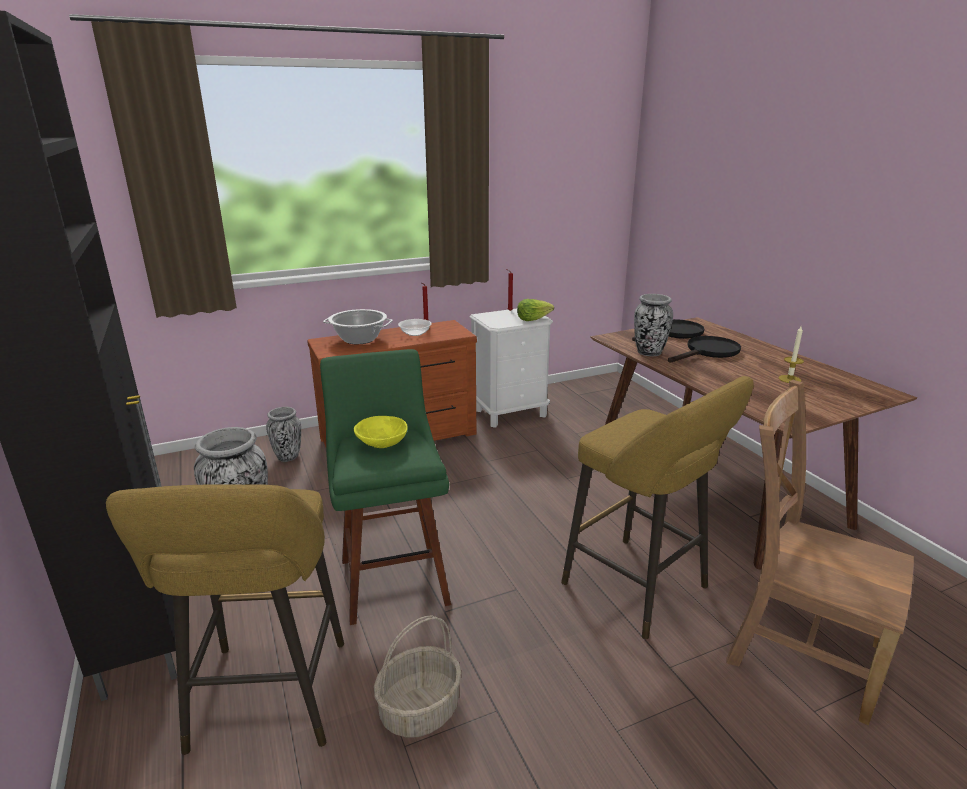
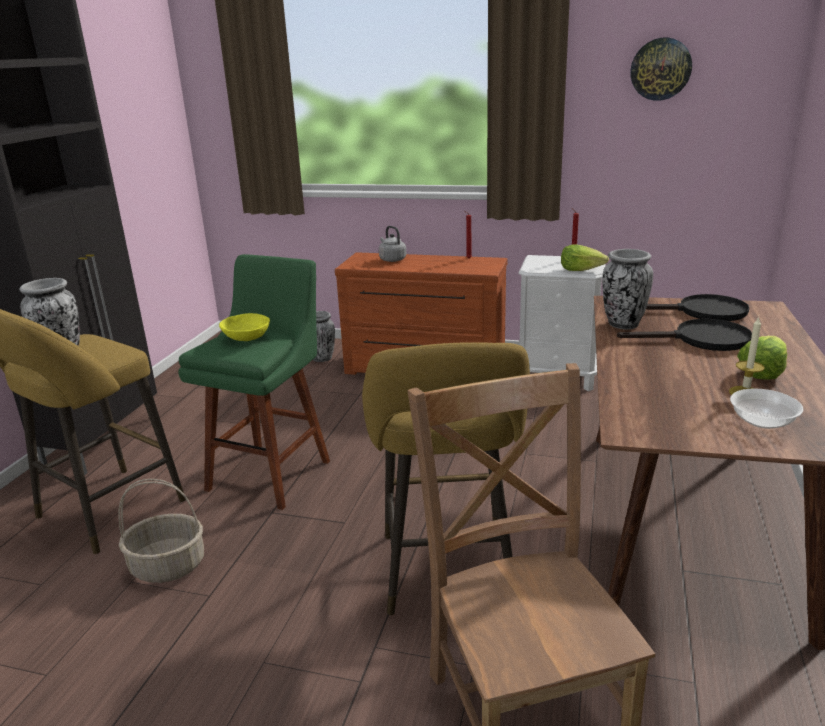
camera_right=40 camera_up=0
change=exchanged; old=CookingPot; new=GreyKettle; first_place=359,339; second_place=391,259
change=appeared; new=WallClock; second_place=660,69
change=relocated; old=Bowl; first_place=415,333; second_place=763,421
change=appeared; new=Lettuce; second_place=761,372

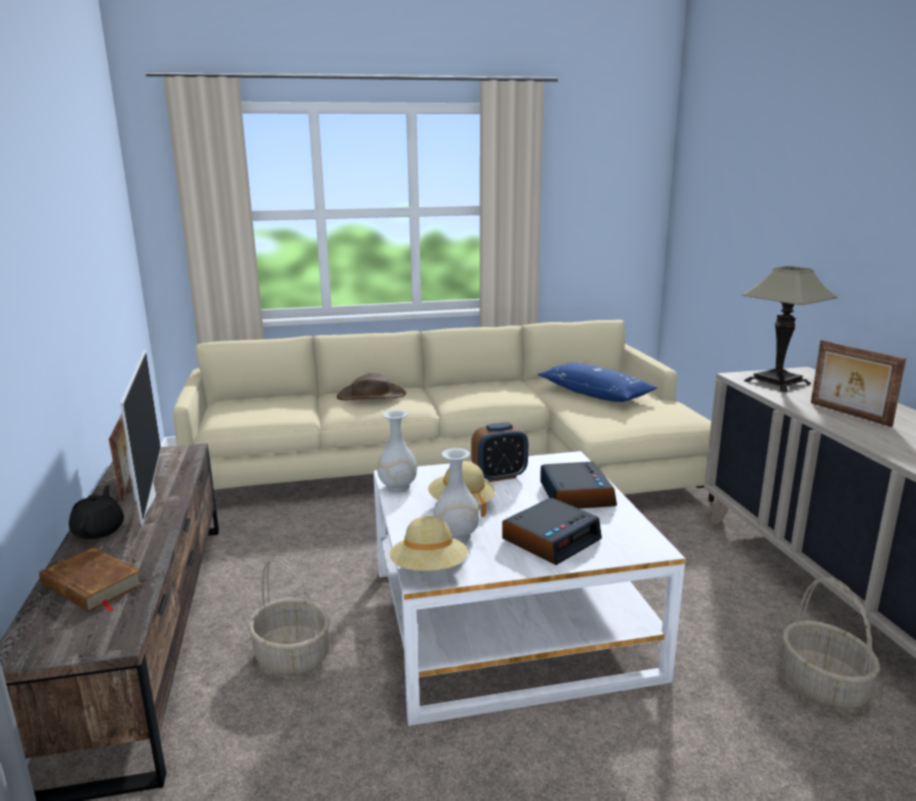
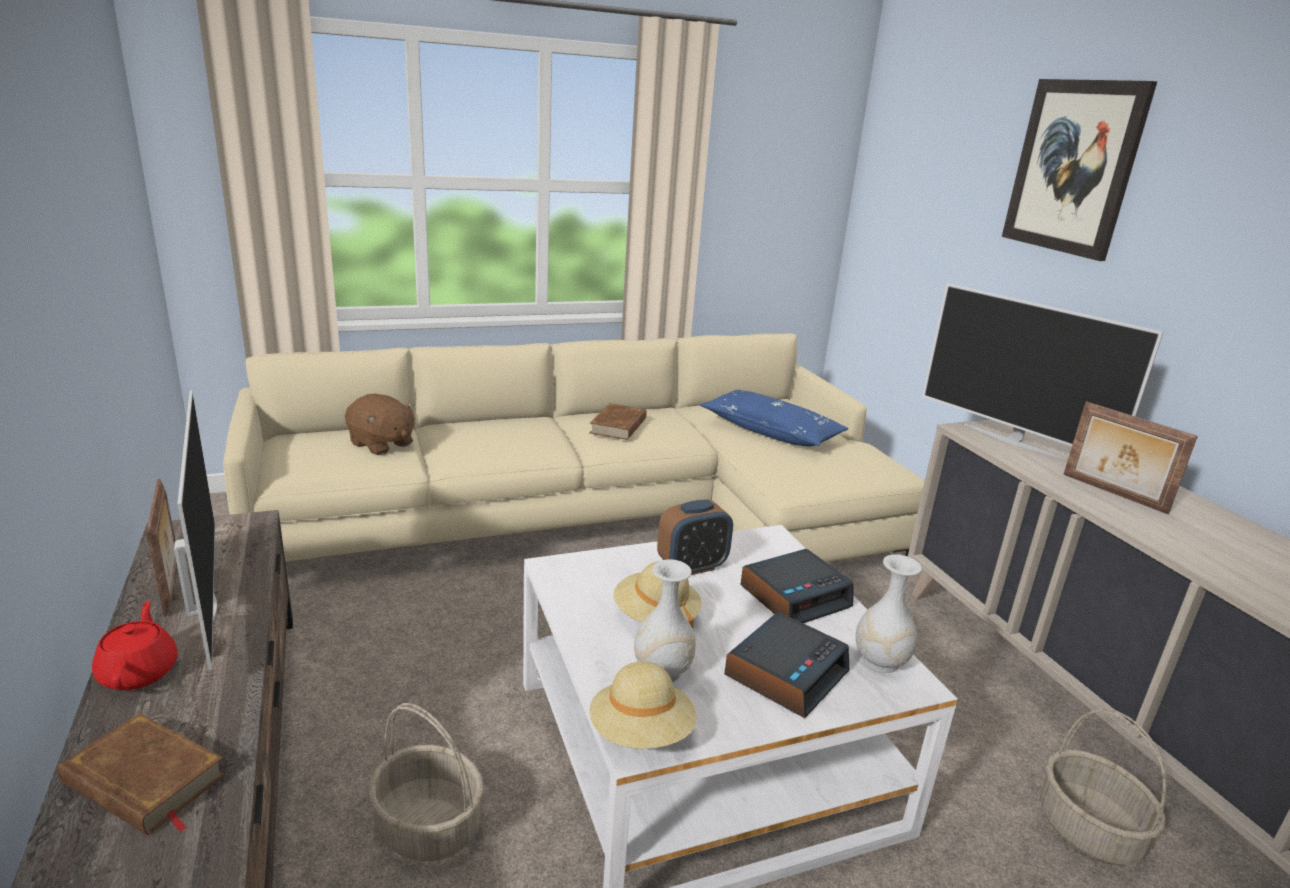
camera_right=-10 camera_up=5
change=colour; old=BlackTeapot; new=RedTeapot; first_place=99,530; second_place=140,672
change=appeared; new=BrownPlushToy; second_place=381,444
change=appeared; new=BrownBook; second_place=619,426
change=spun; old=AlarmClock; first_place=575,494; second_place=795,596; degrees=75
change=relocated; old=WhiteVase; first_place=397,486; second_place=879,661
change=exchanged; old=TableLamp; new=Television; first_place=777,382; second_place=1012,440
change=appeared; new=Picture; second_place=1074,167
change=missing; old=BrownHat; first_place=371,395

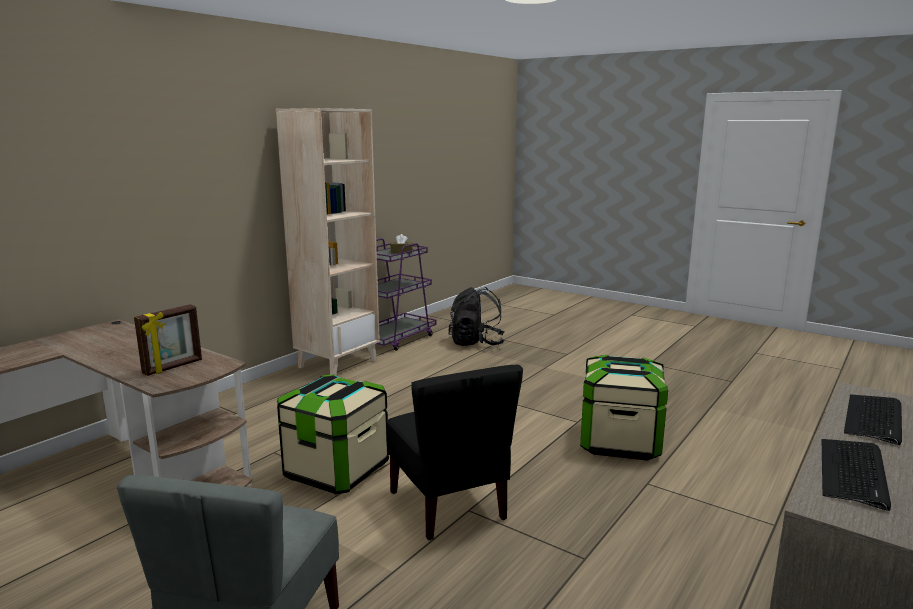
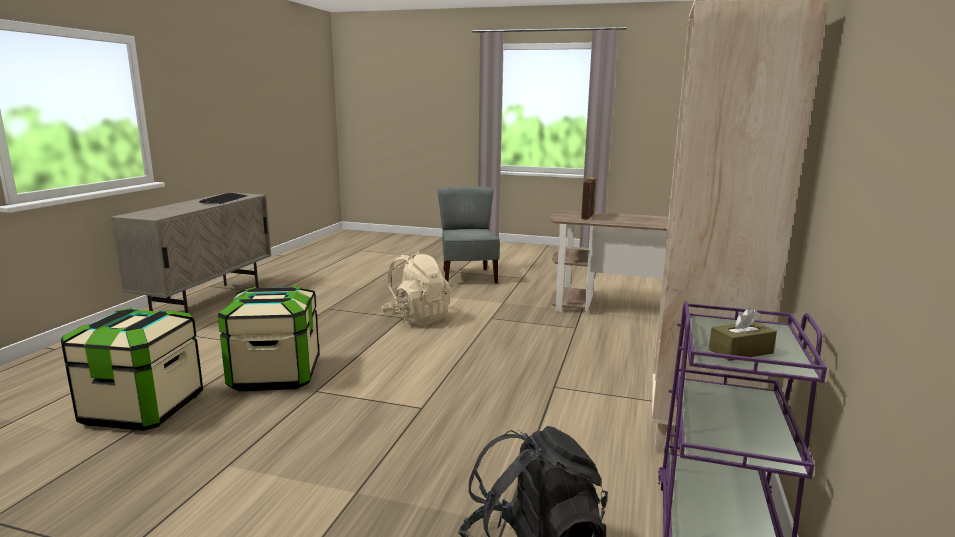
camera_right=160 camera_up=0
change=relocated; old=StorageBox; first_place=336,470; second_place=143,409
change=exchanged; old=BlackChair; new=BeigeBackpack; first_place=449,505; second_place=417,318
change=missing; old=Keyboard; first_place=874,419

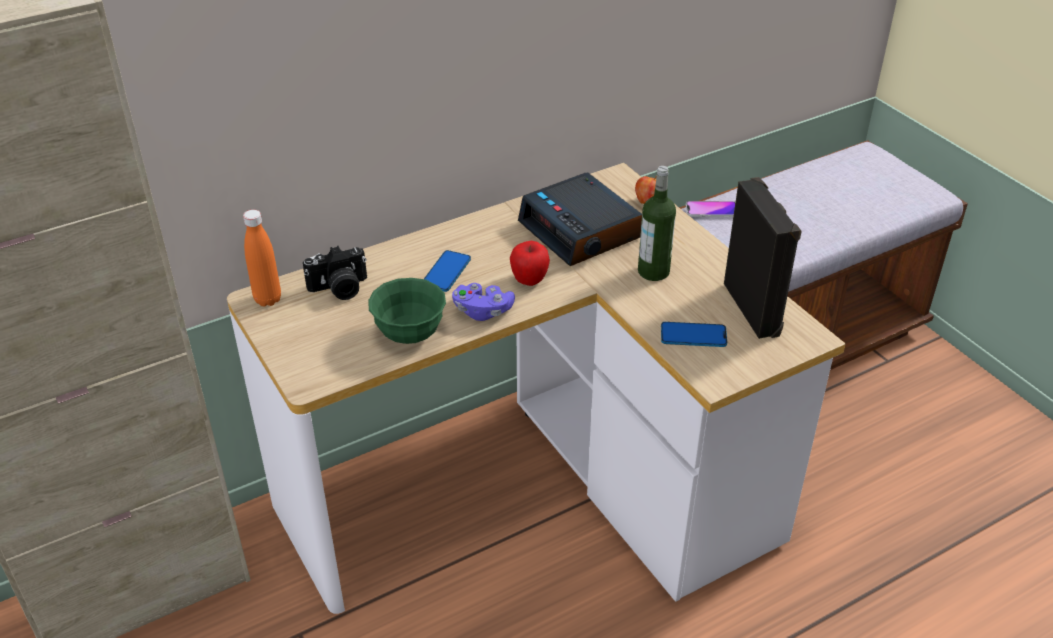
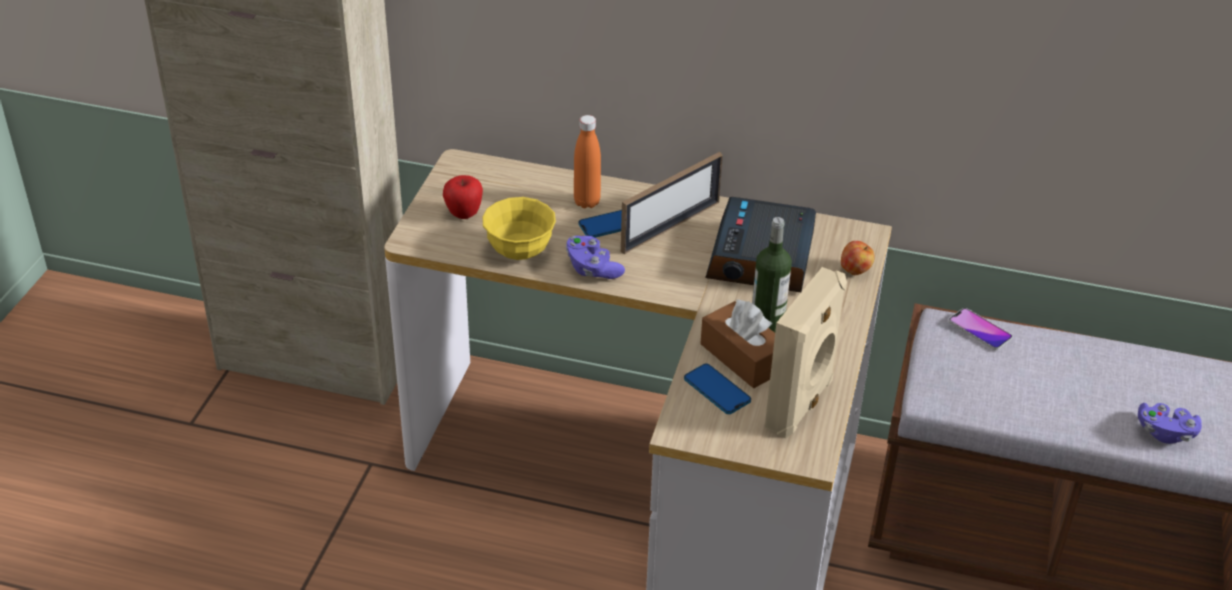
camera_right=45 camera_up=0
change=relocated; old=Apple; first_place=529,281; second_place=464,214
change=colour; old=GreenBowl; new=YellowBowl; first_place=409,334; second_place=520,251
change=relocated; old=OrangeBottle; first_place=268,299; second_place=587,202
change=appeared; new=PictureFrame; second_place=670,226
change=appeared; new=BrownTissueBox; second_place=742,357
change=colour; old=BlackSpeaker; new=BeigeSpeaker; first_place=754,308; second_place=801,405
change=appeared; new=PurpleGameController; second_place=1165,432
change=missing; old=PhotoCamera; first_place=339,289

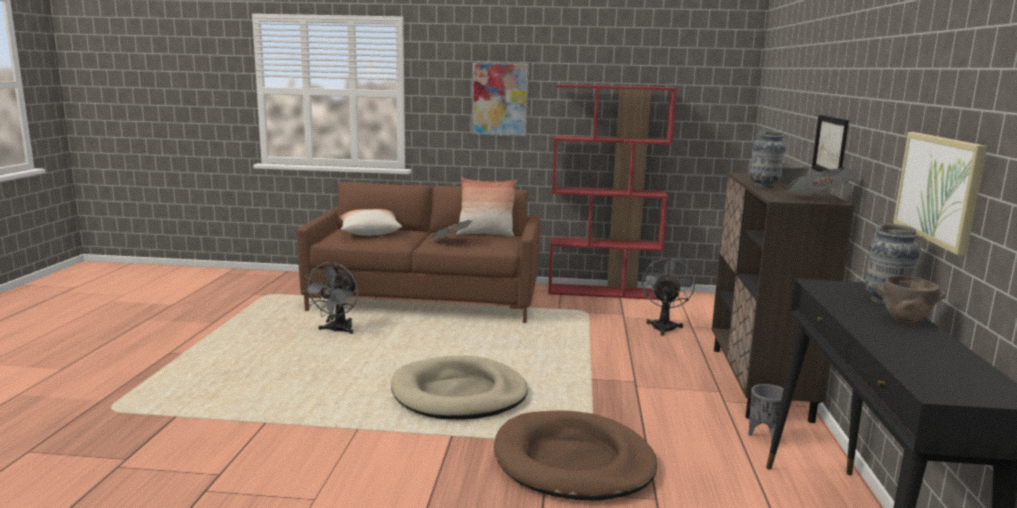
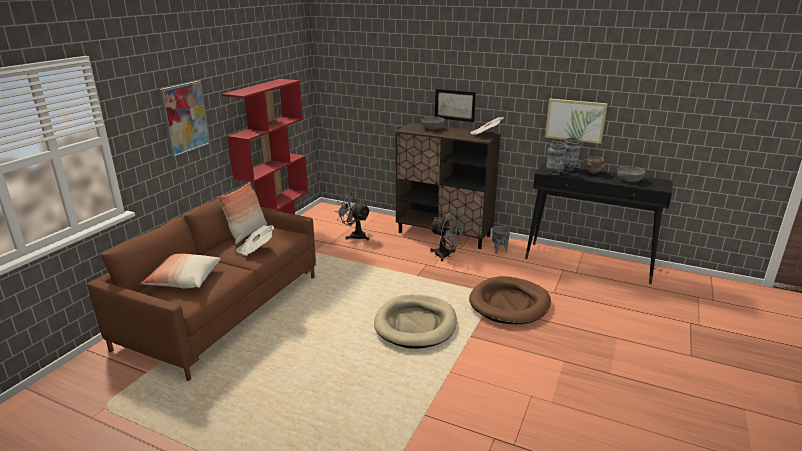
camera_right=-70 camera_up=10
change=relocated; old=GreyFan; first_place=337,331; second_place=446,255
change=relocated; old=Vase; first_place=764,186; second_place=554,173
change=appeared; new=GreyBowl; second_place=629,180

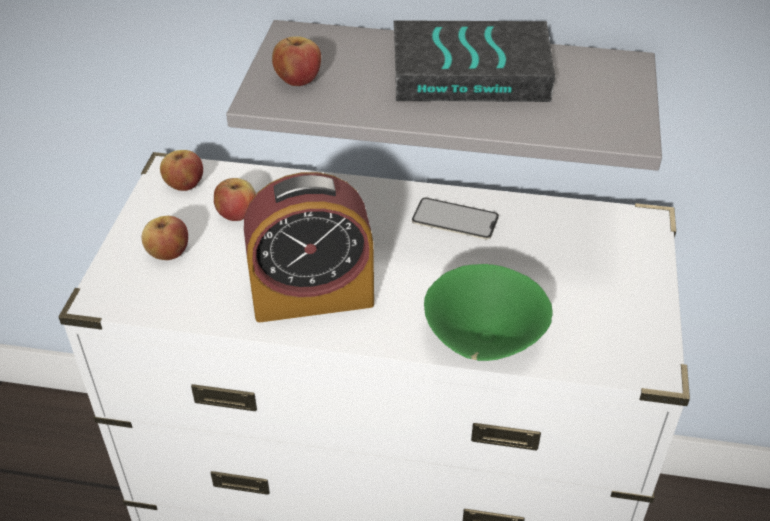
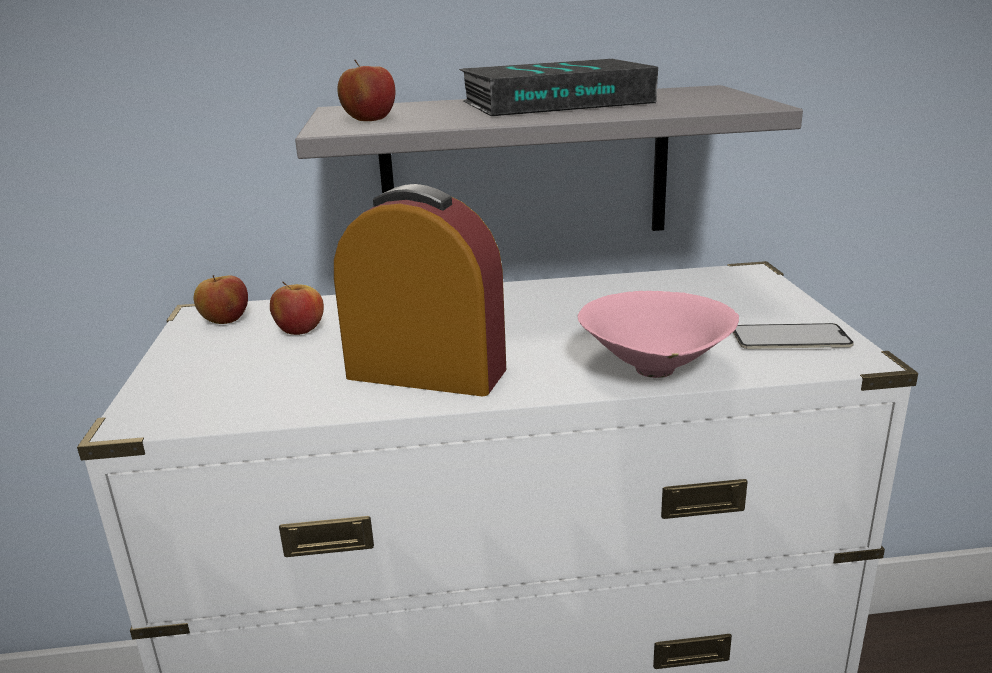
camera_right=-15 camera_up=-20
change=spun; old=AlarmClock; first_place=312,296; second_place=426,373; degrees=-135
change=colour; old=GreenBowl; new=PinkBowl; first_place=483,342; second_place=655,372
change=relocated; old=Phone; first_place=455,219; second_place=790,337
change=missing; old=Apple; first_place=168,253

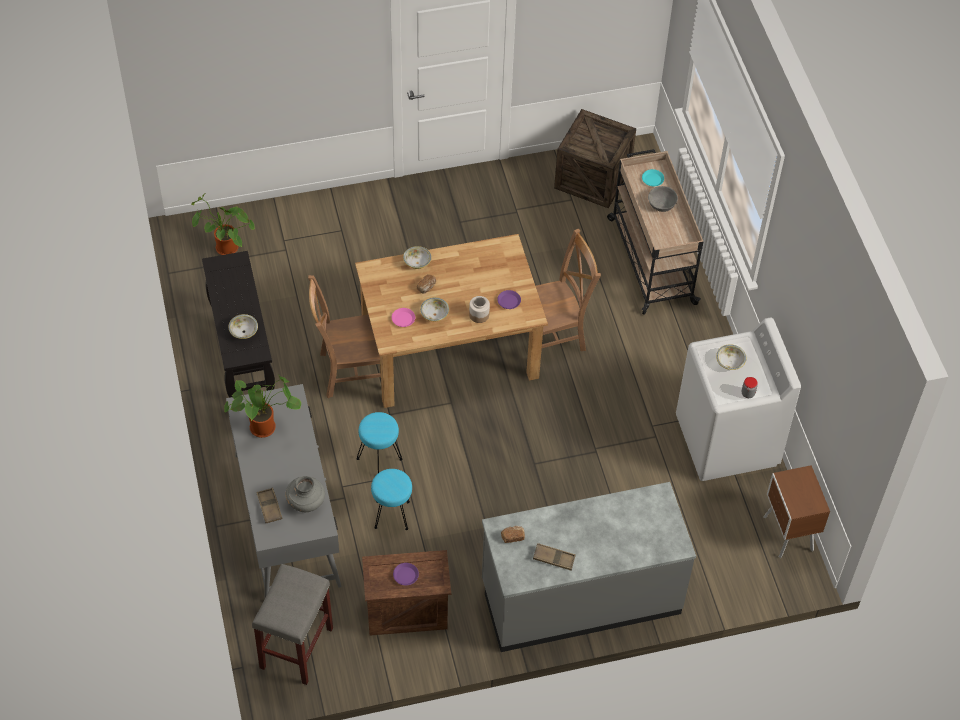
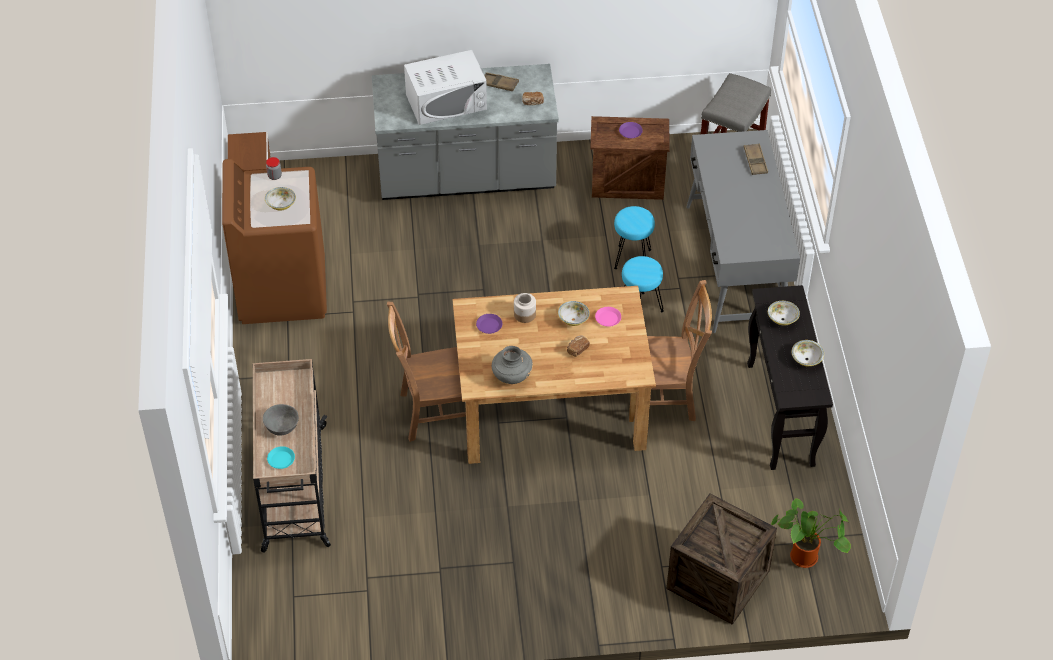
camera_right=-170 camera_up=-5
change=colour; old=WhiteWashingMachine; new=BrownWashingMachine; first_place=727,441; second_place=282,290
change=appeared; new=WhiteMicrowave; second_place=446,102
change=relocated; old=GreyVase; first_place=306,502; second_place=511,376
change=relocated; old=Crate; first_place=592,178; second_place=718,579
change=relocated; old=Bowl; first_place=417,263; second_place=806,359
change=missing; old=PottedPlant; first_place=265,426

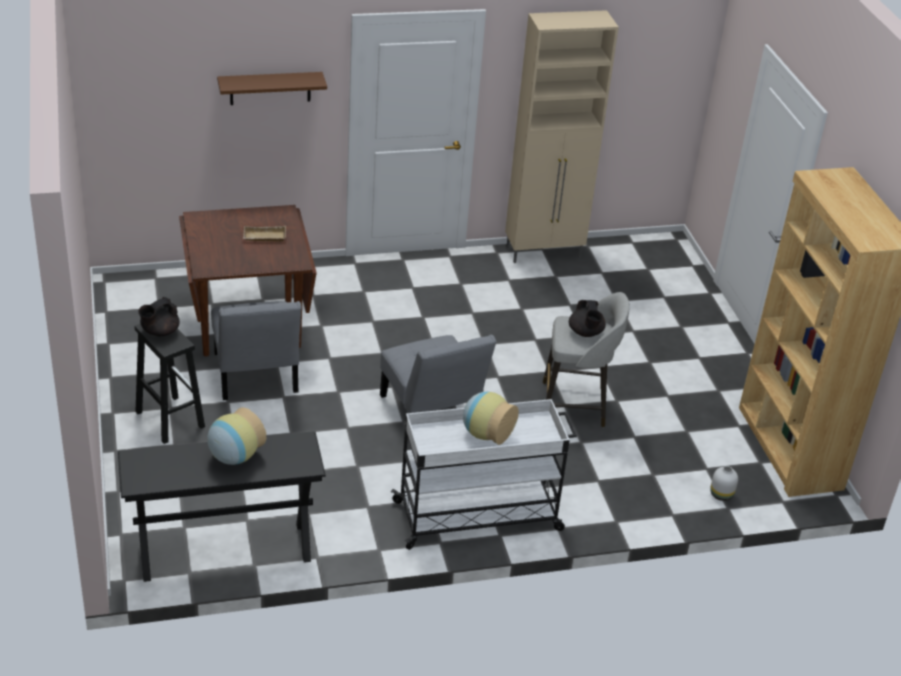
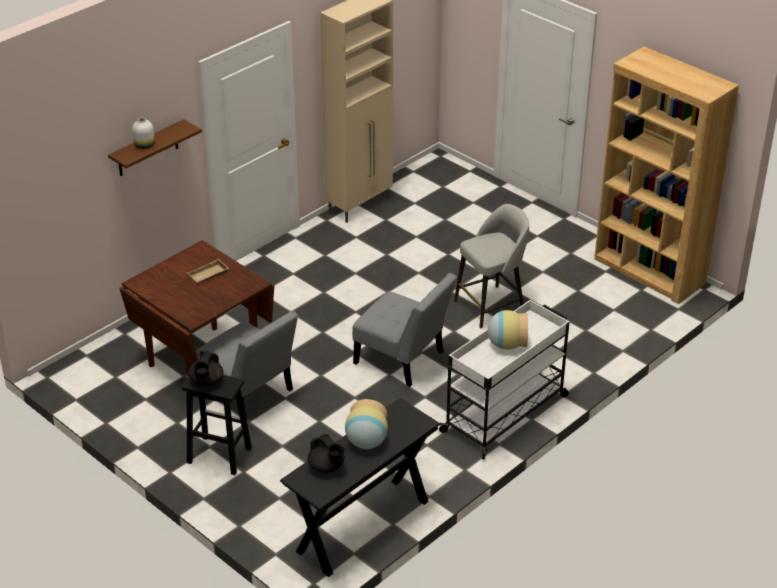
camera_right=-30 camera_up=0
change=relocated; old=WhiteVase; first_place=721,495; second_place=144,145
change=relocated; old=BlackTeapot; first_place=585,333; second_place=326,467

